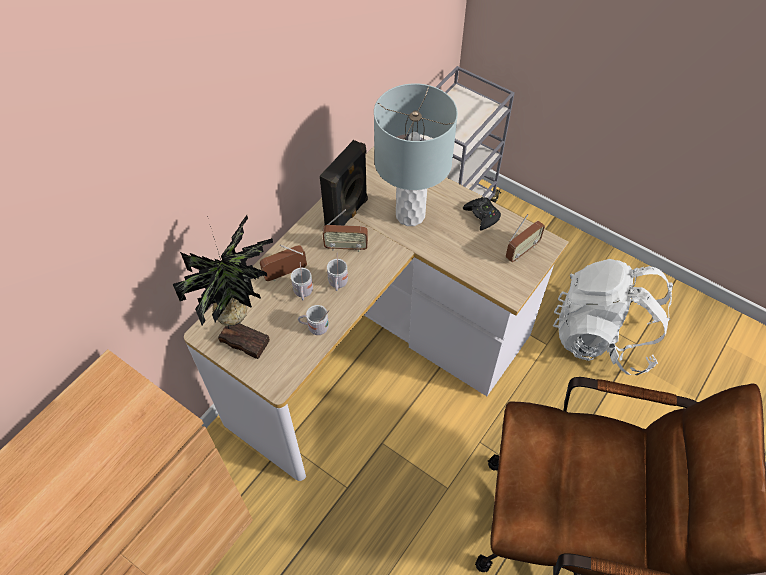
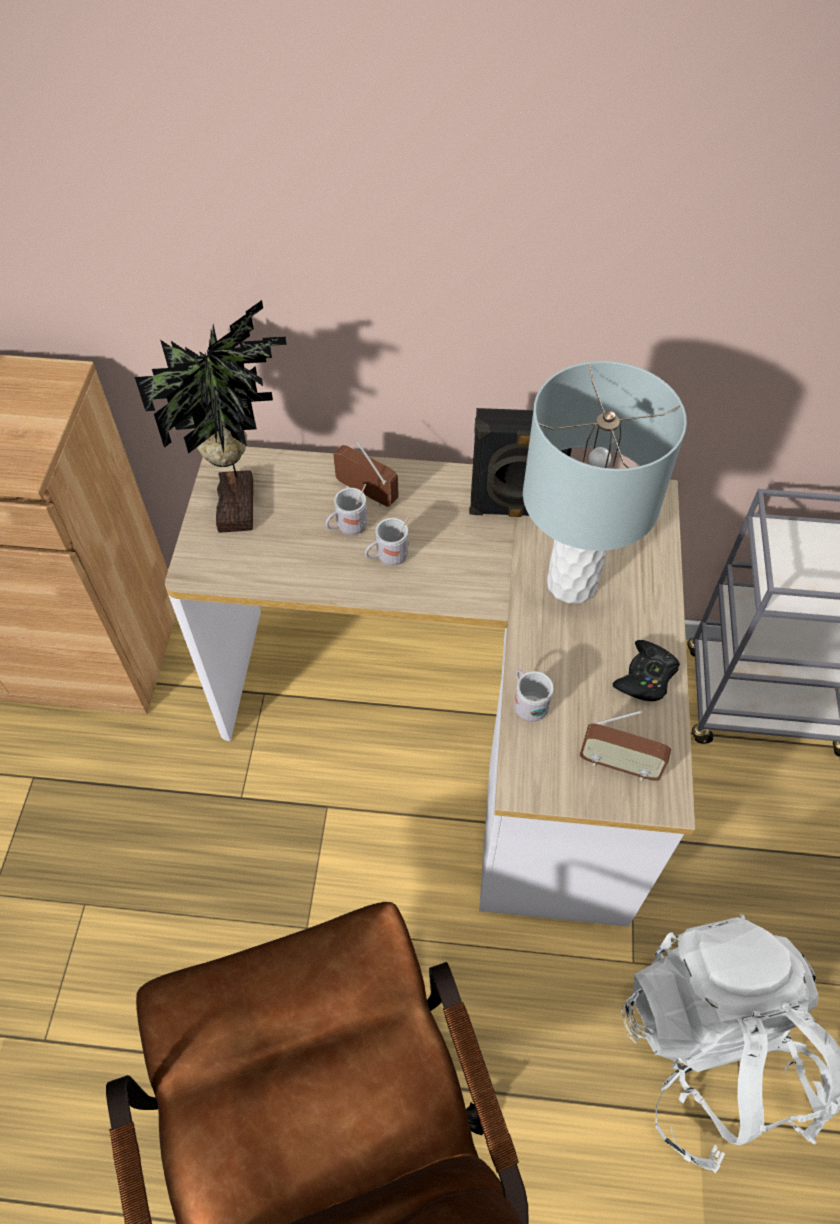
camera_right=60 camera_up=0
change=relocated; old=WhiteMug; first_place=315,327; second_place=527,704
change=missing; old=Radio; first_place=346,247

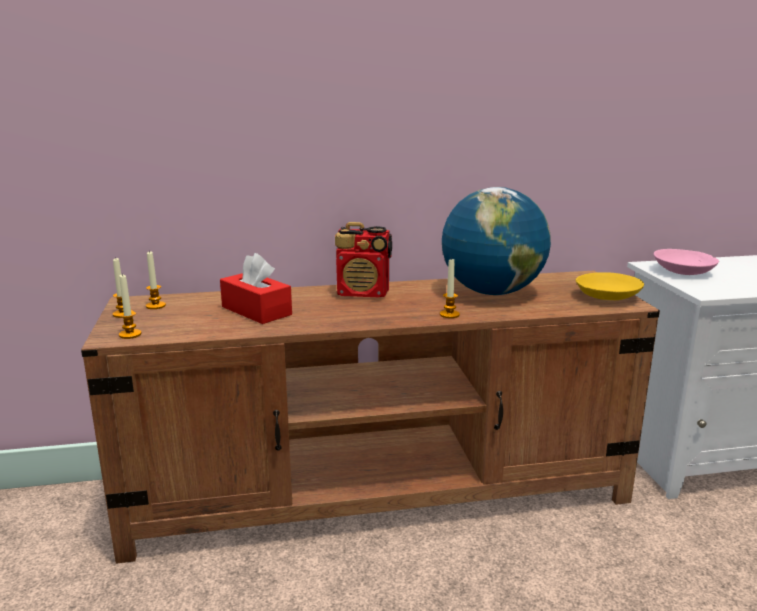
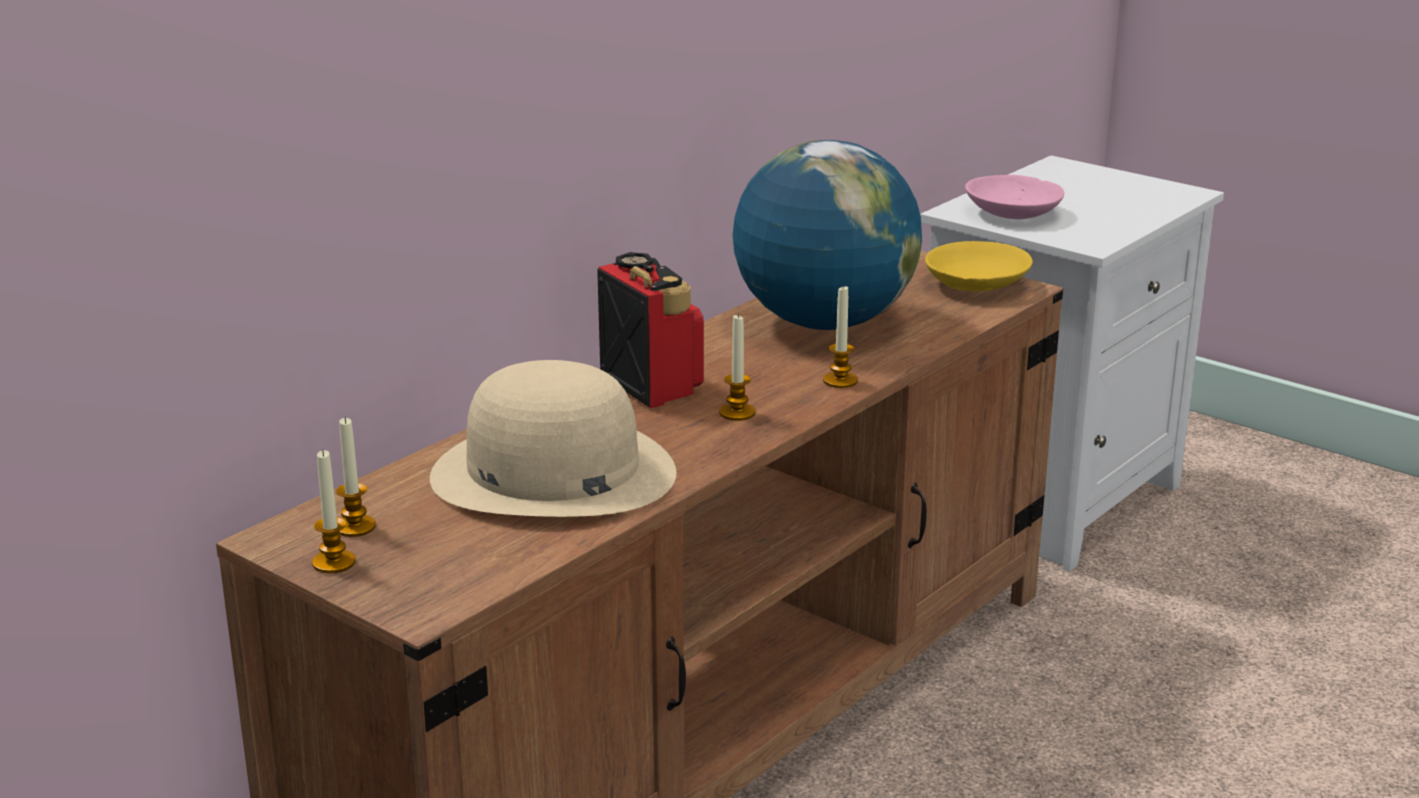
camera_right=-40 camera_up=5
change=exchanged; old=RedTissueBox; new=BeigeHat; first_place=256,311; second_place=552,473
change=spun; old=Radio; first_place=363,293; second_place=650,385; degrees=-90
change=relocated; old=Candle; first_place=130,334; second_place=737,413

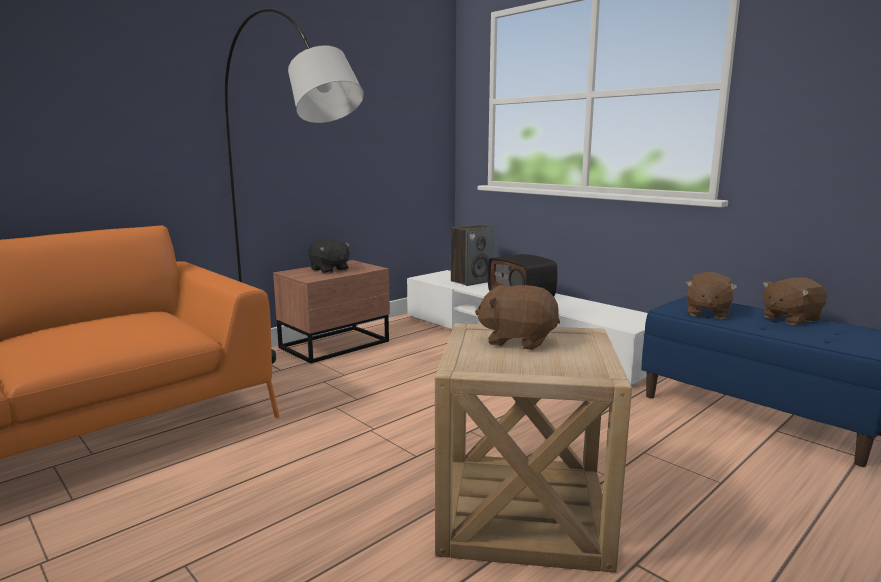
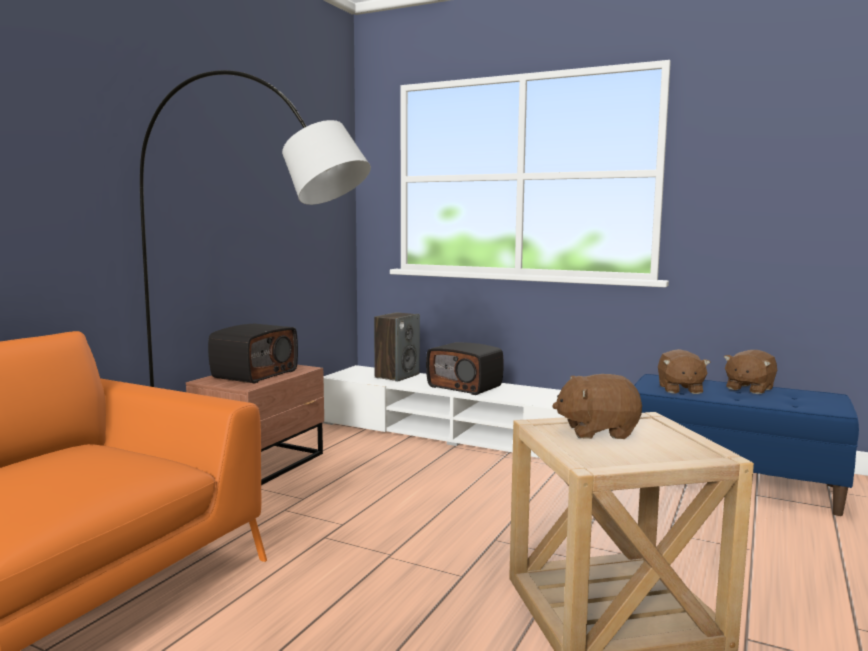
camera_right=-20 camera_up=-5
change=exchanged; old=BlackPlushToy; new=Radio; first_place=329,269; second_place=254,374

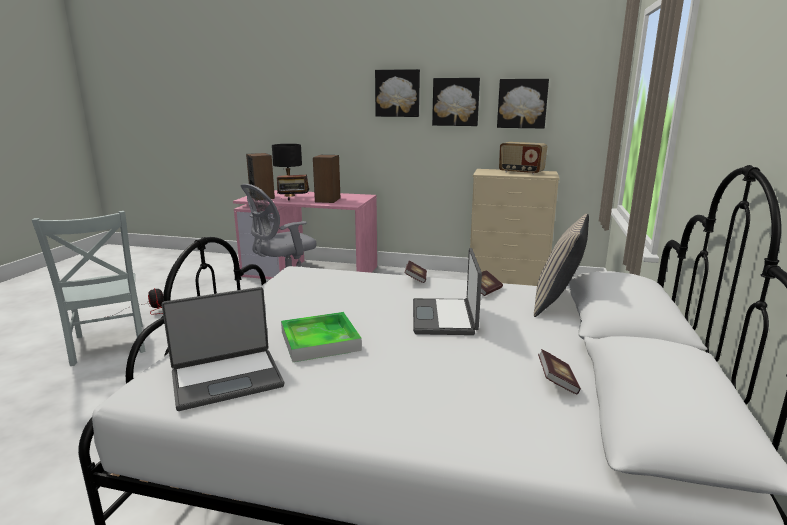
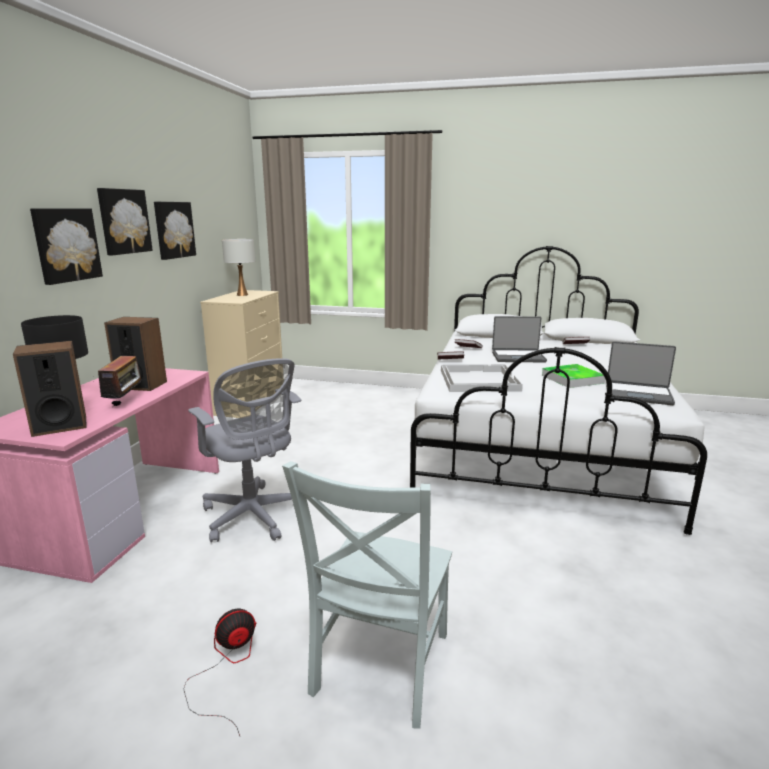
camera_right=-90 camera_up=0
change=relocated; old=Picture; first_place=522,103; second_place=66,245
change=exchanged; old=Radio; new=WhiteTableLamp; first_place=521,172; second_place=242,295
change=spun; old=GreyChair; first_place=109,346; second_place=379,667; degrees=135
change=appeared; new=WhiteTray; second_place=478,380
change=spun; old=Laptop; first_place=227,379; second_place=638,394; degrees=135
change=missing; old=BeigePillow; first_place=557,302

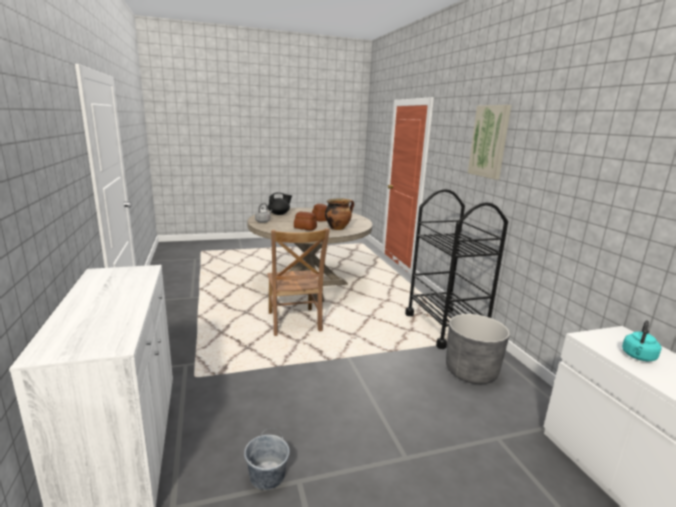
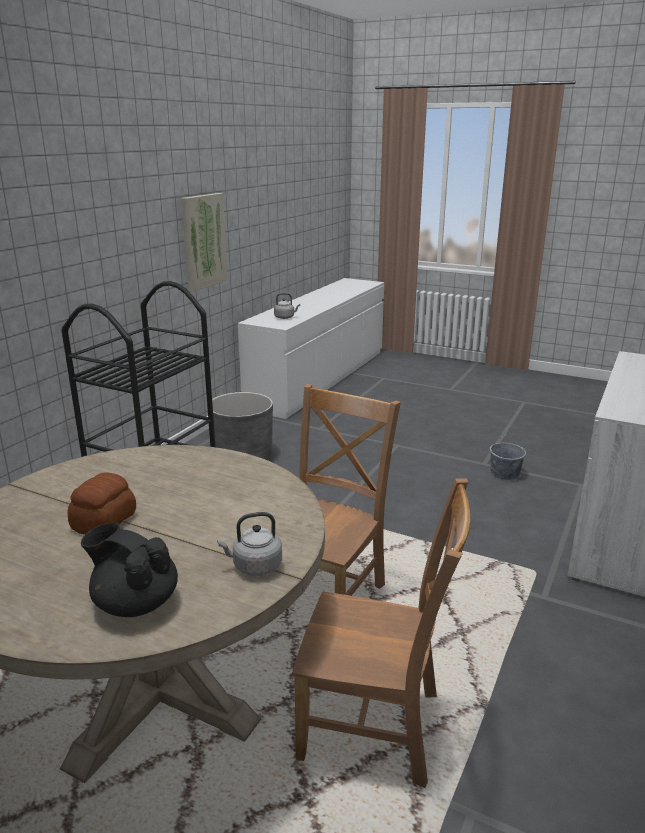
camera_right=-135 camera_up=5
change=relocated; old=Picture; first_place=489,141; second_place=203,241
change=colour; old=TurquoiseKettle; new=GreyKettle; first_place=638,357; second_place=285,317
change=appeared; new=BrownChair; second_place=376,728
change=missing; old=Bread; first_place=305,228
change=missing; old=CookingPot; first_place=338,228

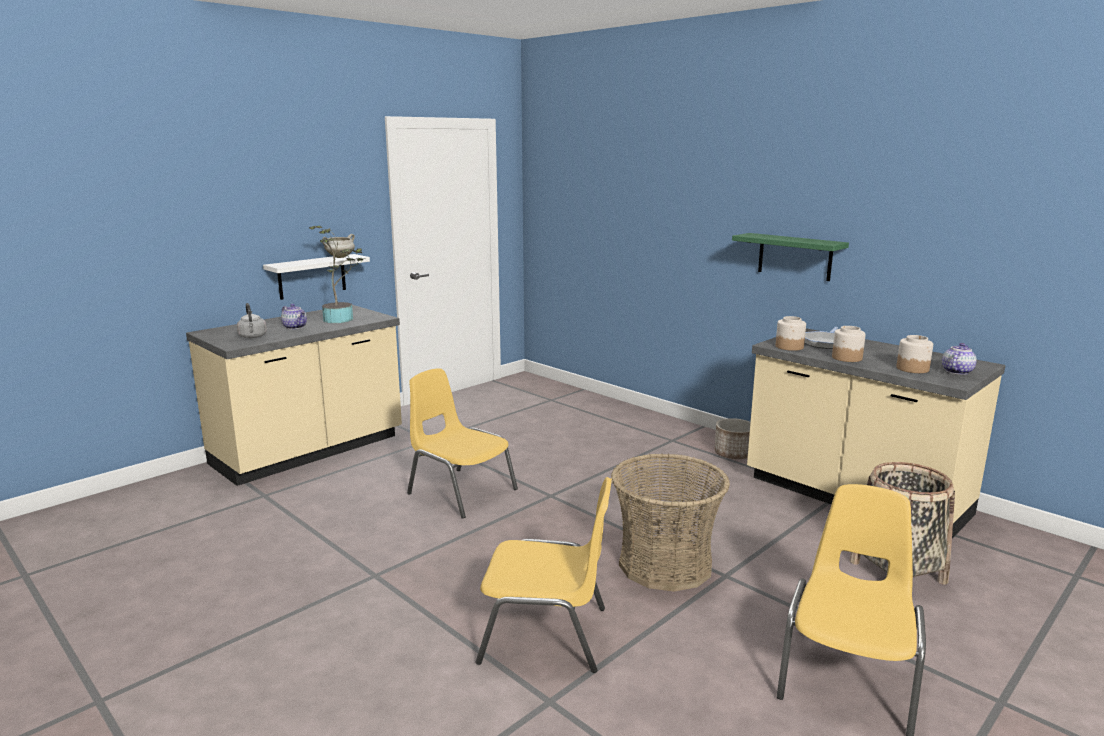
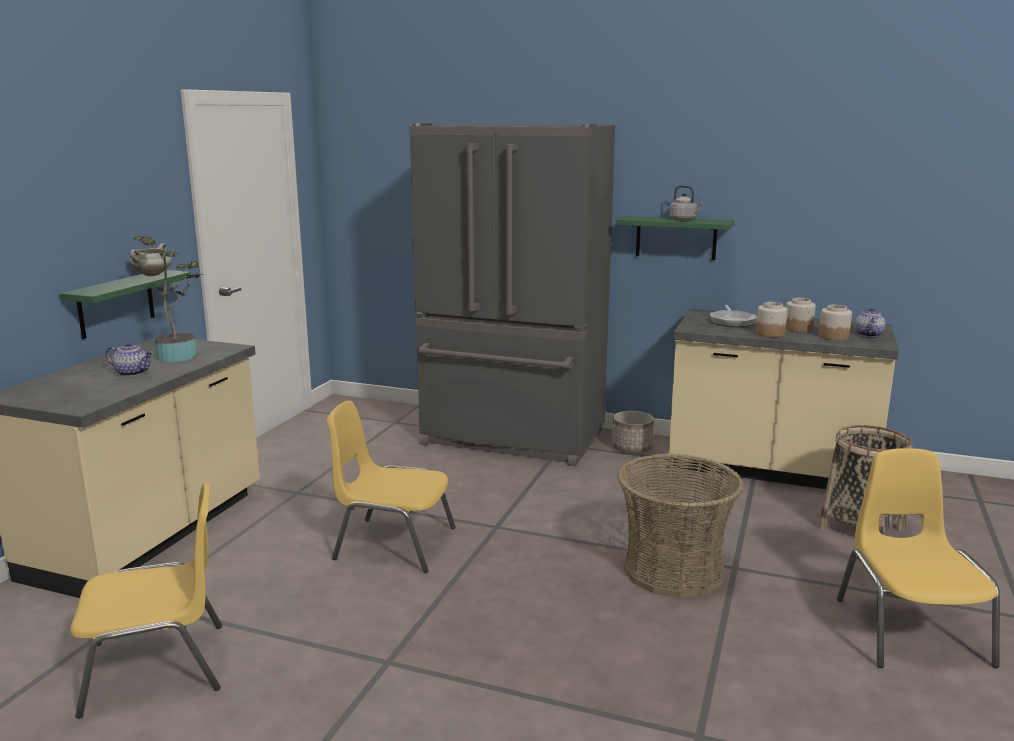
camera_right=-25 camera_up=0
change=colour; old=WhiteShelf; new=GreenShelf; first_place=312,276; second_place=116,304
change=relocated; old=YellowChair; first_place=546,634; second_place=158,667
change=appeared; new=GreyFridge; second_place=512,439
change=relocated; old=GreyKettle; first_place=253,337; second_place=684,220
change=relocated; old=Jar; first_place=789,347; second_place=798,329

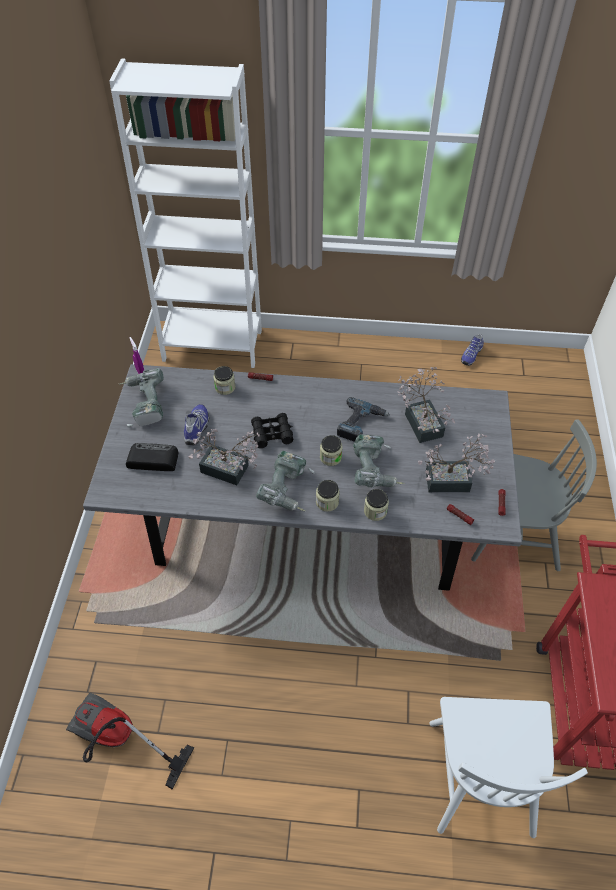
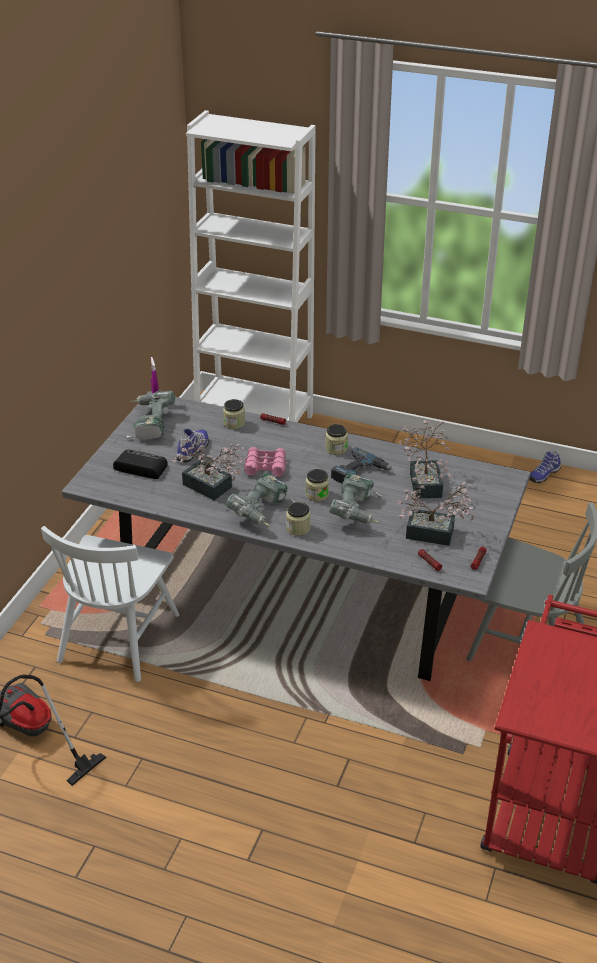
camera_right=15 camera_up=-15
change=relocated; old=WhiteChair; first_place=480,776; second_place=119,637
change=colour; old=BlackBinoculars; new=PinkBinoculars; first_place=272,434; second_place=265,466
change=relocated; old=Jar; first_place=375,511; second_place=336,448

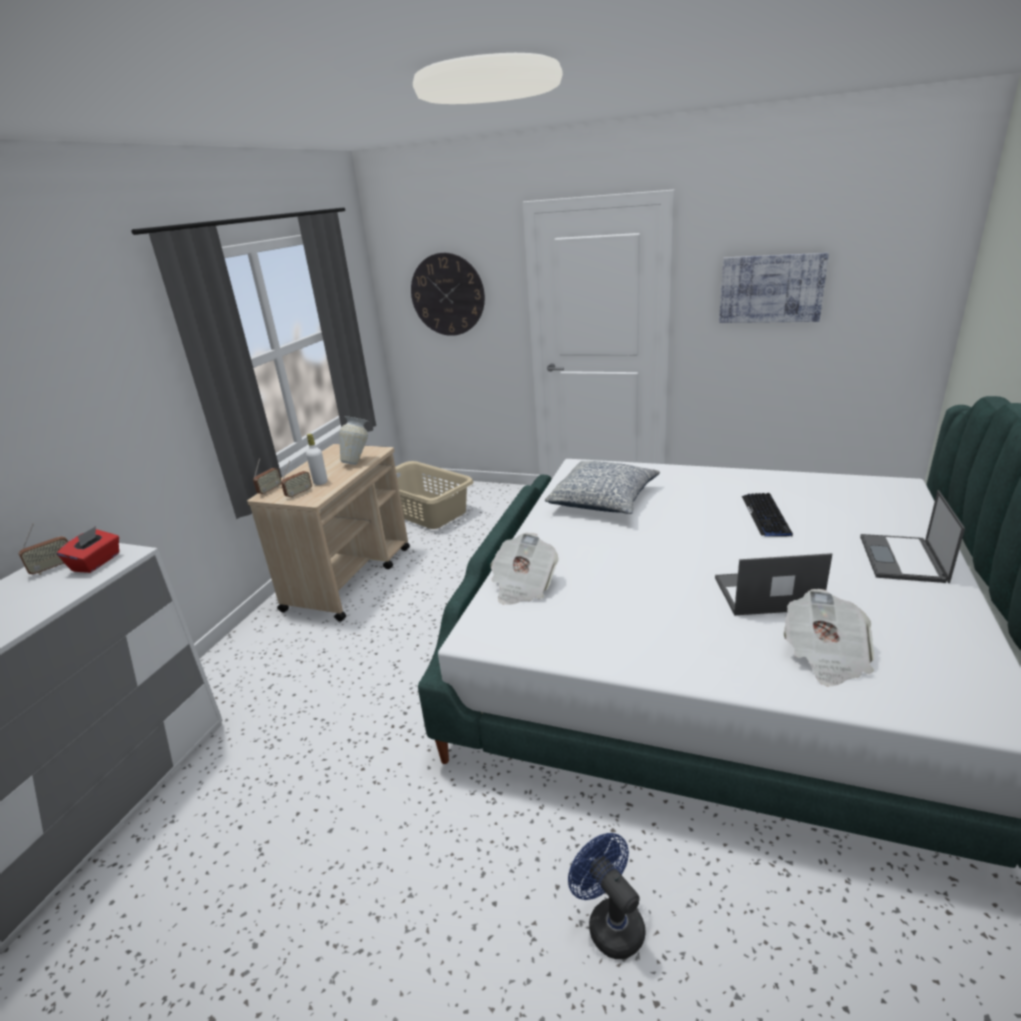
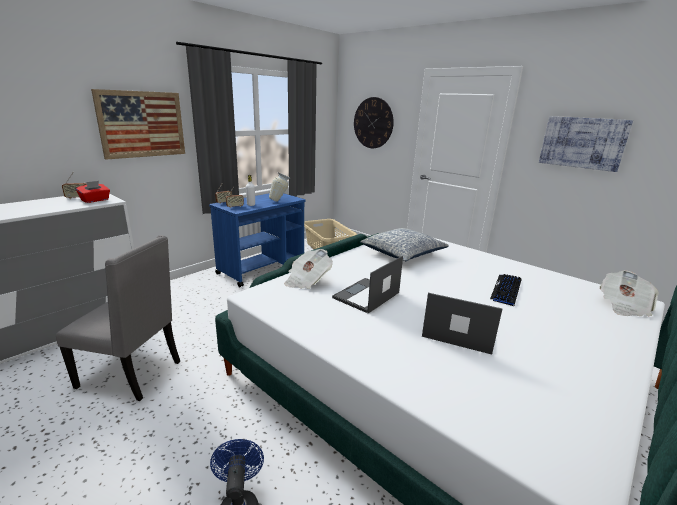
camera_right=20 camera_up=-5
change=appeared; new=GreyChair; second_place=133,374
change=appeared; new=Picture; second_place=142,124
change=colour; old=BeigeCart; new=BlueCart; first_place=350,577; second_place=262,268
change=relocated; old=Laptop; first_place=903,559; second_place=366,296
change=relocated; old=Newspaper; first_place=825,656; second_place=623,306

